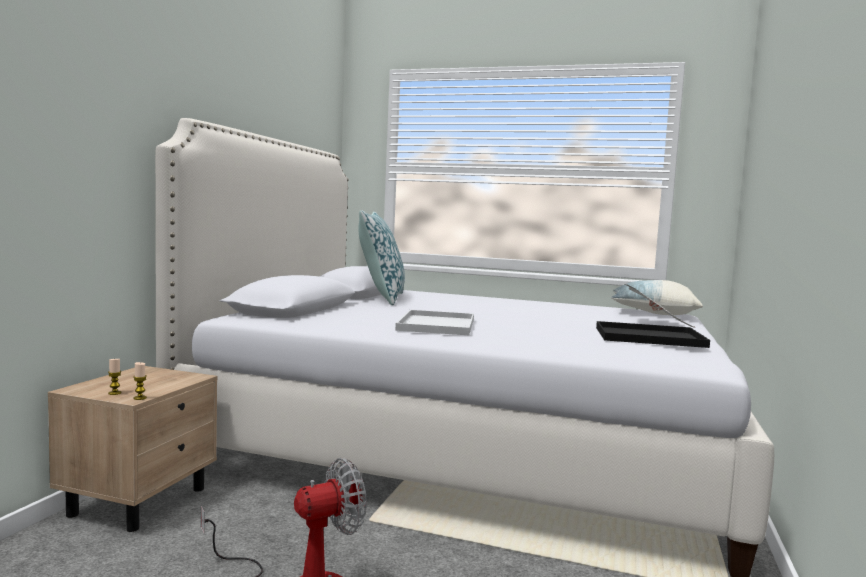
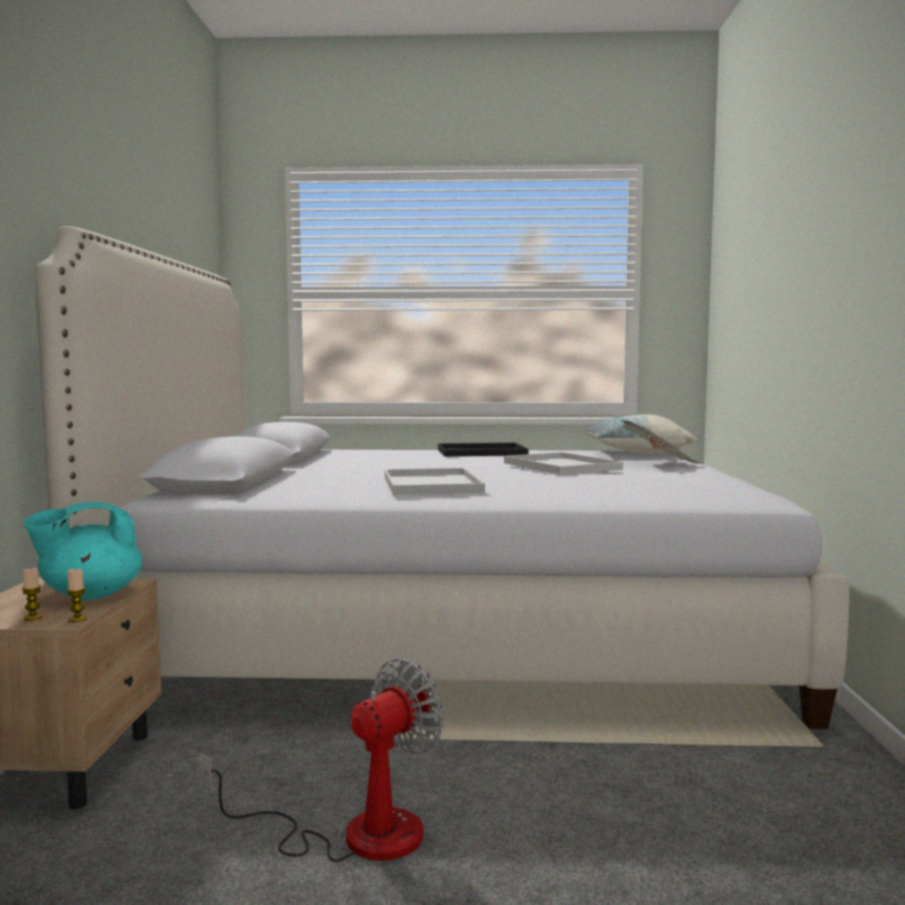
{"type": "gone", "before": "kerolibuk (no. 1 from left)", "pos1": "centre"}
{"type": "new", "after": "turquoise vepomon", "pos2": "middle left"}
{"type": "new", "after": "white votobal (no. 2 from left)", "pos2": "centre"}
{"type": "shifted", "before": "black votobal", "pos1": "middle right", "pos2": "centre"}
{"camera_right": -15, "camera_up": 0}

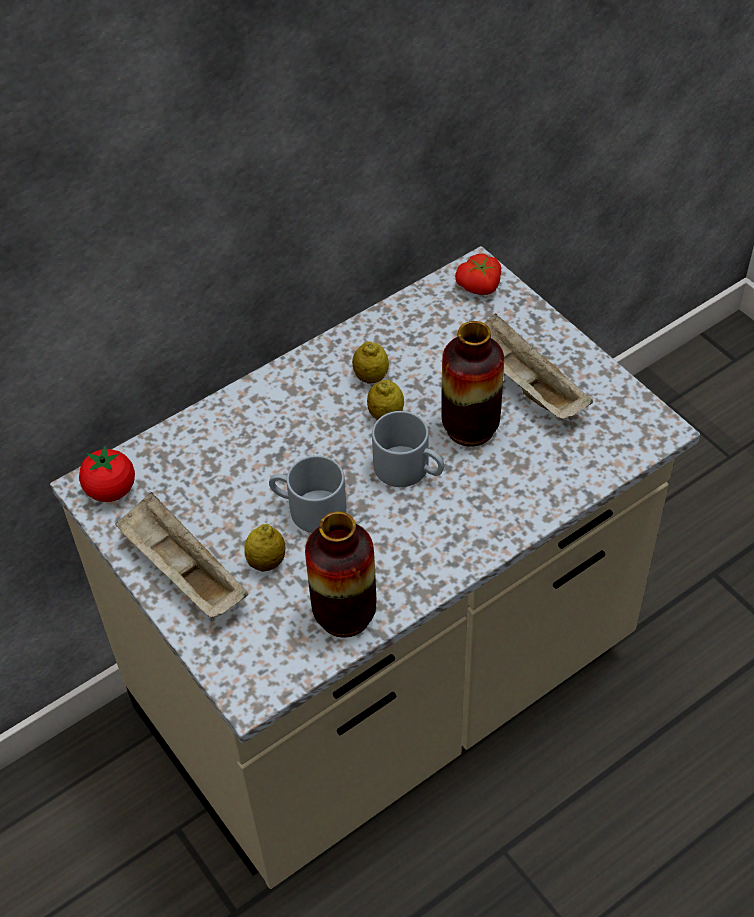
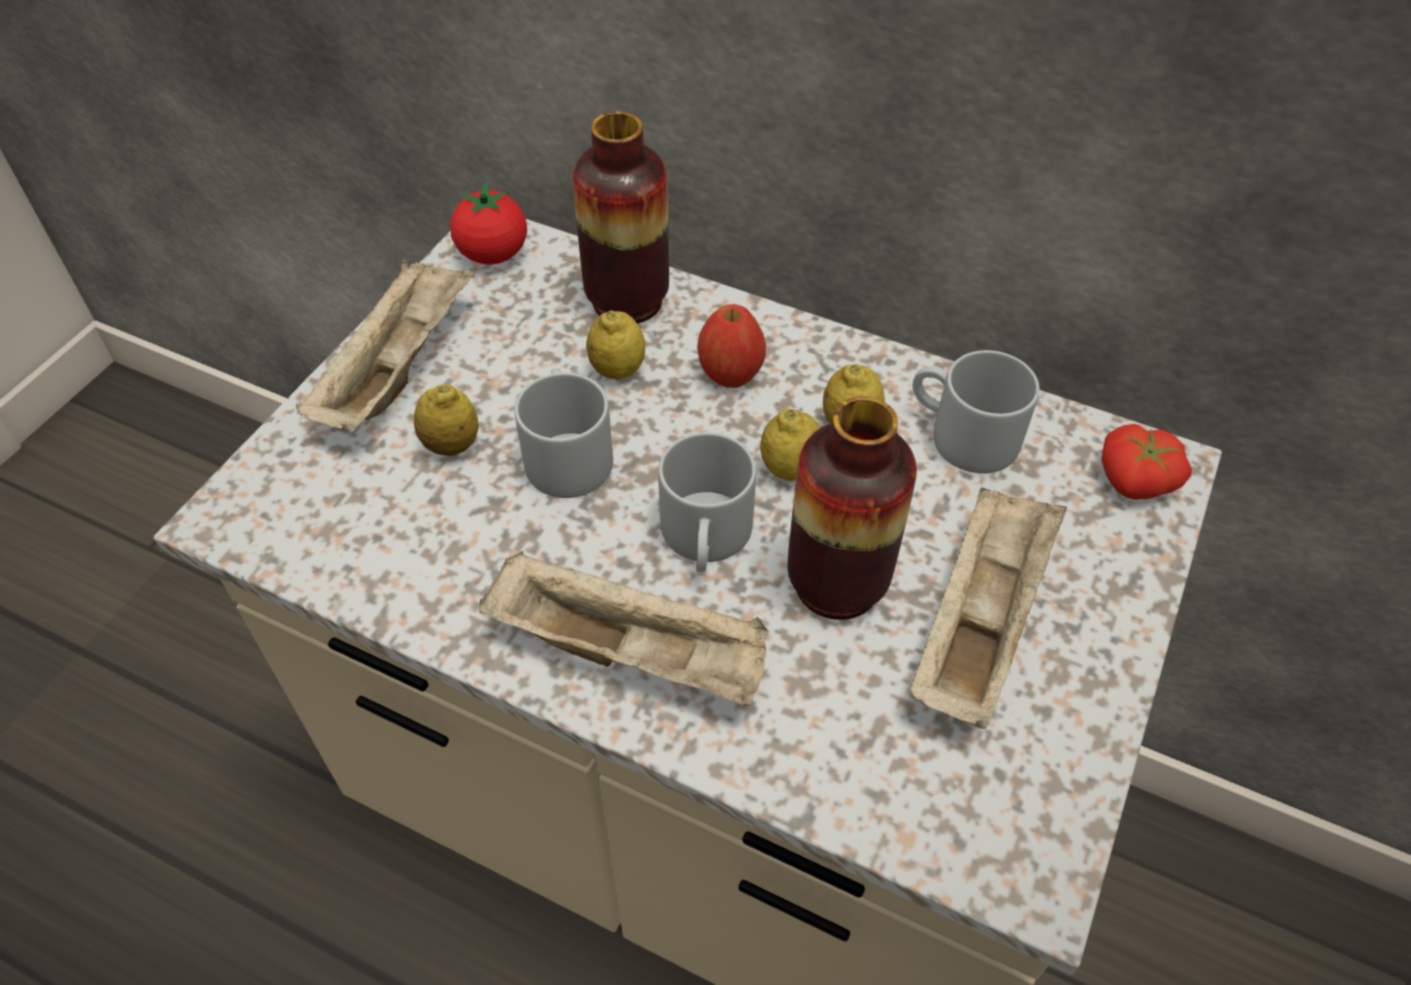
{"type": "new", "after": "beige votobal (no. 2 from left)", "pos2": "centre"}
{"type": "new", "after": "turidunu (no. 2 from left)", "pos2": "centre"}
{"type": "new", "after": "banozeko", "pos2": "centre"}
{"type": "new", "after": "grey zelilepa (no. 3 from left)", "pos2": "middle right"}
{"type": "shifted", "before": "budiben (no. 1 from left)", "pos1": "centre", "pos2": "top centre"}
{"camera_right": 60, "camera_up": 0}

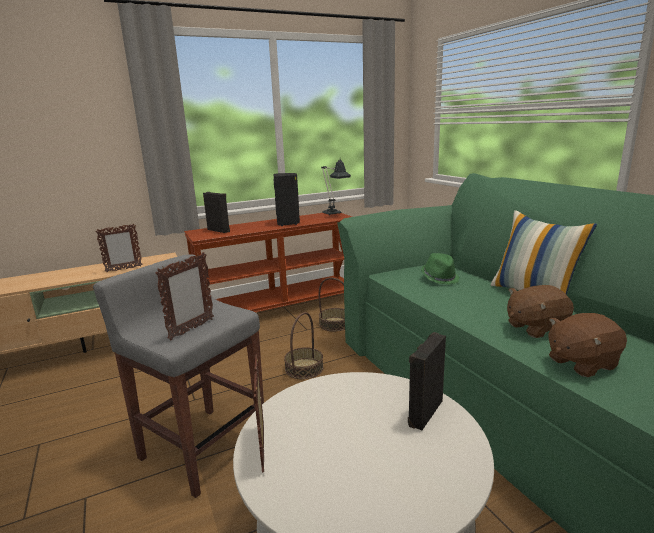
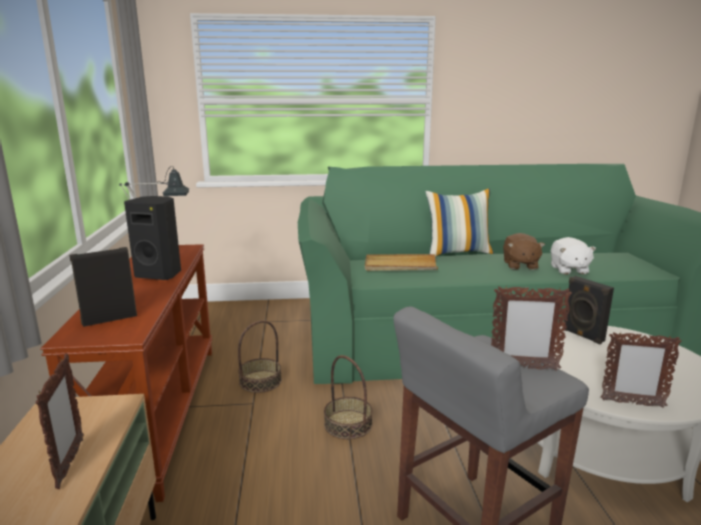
{"type": "swapped", "before": "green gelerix", "after": "beige votobal", "pos1": "middle right", "pos2": "centre"}
{"type": "repainted", "before": "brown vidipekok (no. 2 from left)", "after": "white vidipekok", "pos1": "middle right", "pos2": "middle right"}
{"type": "rotated", "before": "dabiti (no. 2 from left)", "pos1": "middle left", "pos2": "middle right", "turn": 135}
{"camera_right": -70, "camera_up": 0}

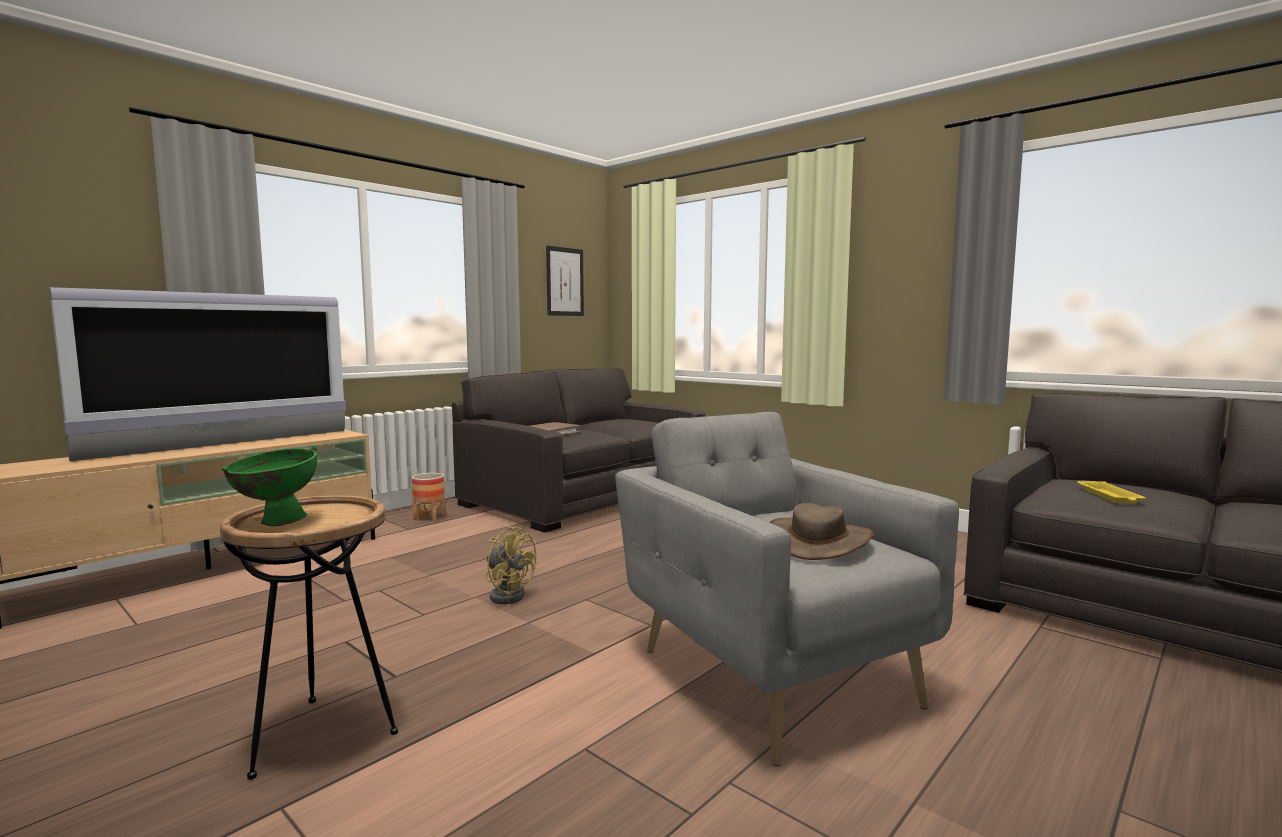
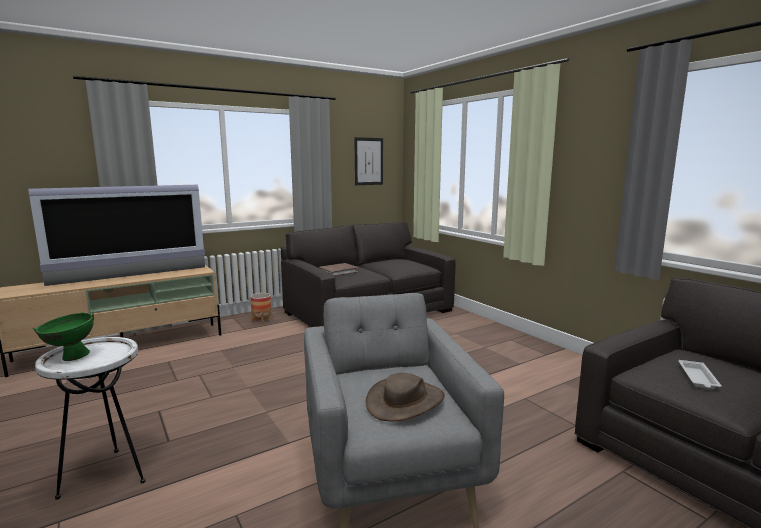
{"type": "gone", "before": "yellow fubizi", "pos1": "bottom centre"}
{"type": "repainted", "before": "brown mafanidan", "after": "white mafanidan", "pos1": "bottom left", "pos2": "bottom left"}
{"type": "repainted", "before": "yellow votobal", "after": "white votobal", "pos1": "middle right", "pos2": "bottom right"}
{"camera_right": 15, "camera_up": 5}

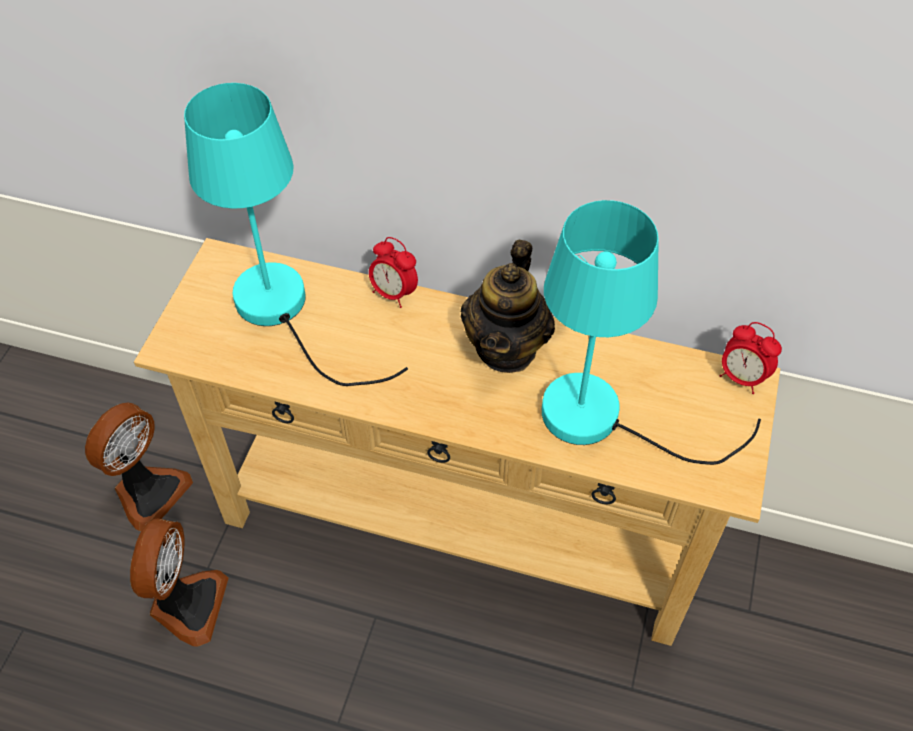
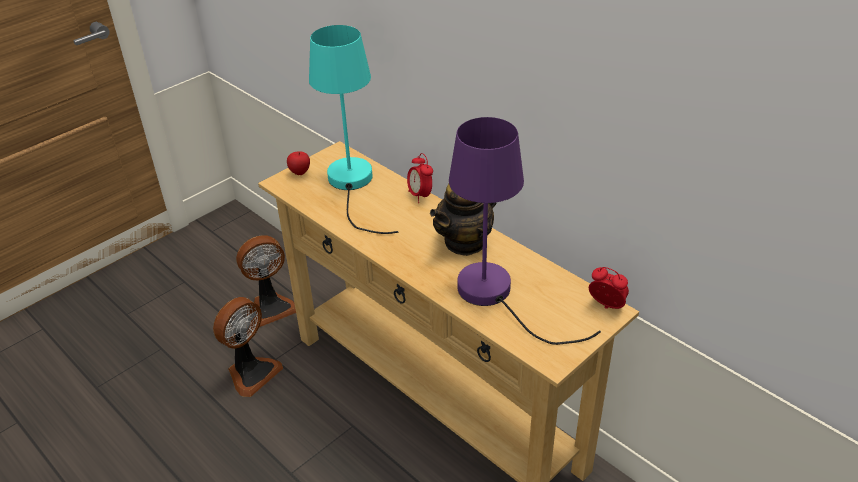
{"type": "new", "after": "banozeko", "pos2": "centre"}
{"type": "repainted", "before": "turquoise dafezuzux (no. 2 from left)", "after": "purple dafezuzux", "pos1": "middle right", "pos2": "centre"}
{"type": "rotated", "before": "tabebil (no. 2 from left)", "pos1": "middle right", "pos2": "middle right", "turn": 150}
{"camera_right": 30, "camera_up": -15}

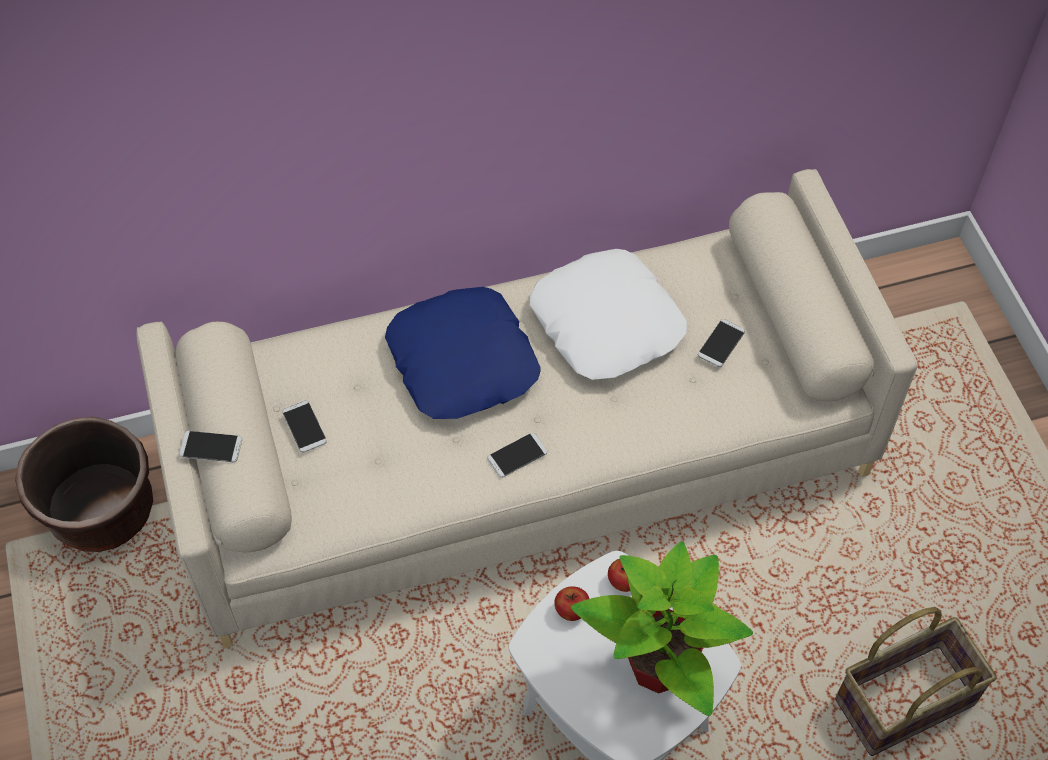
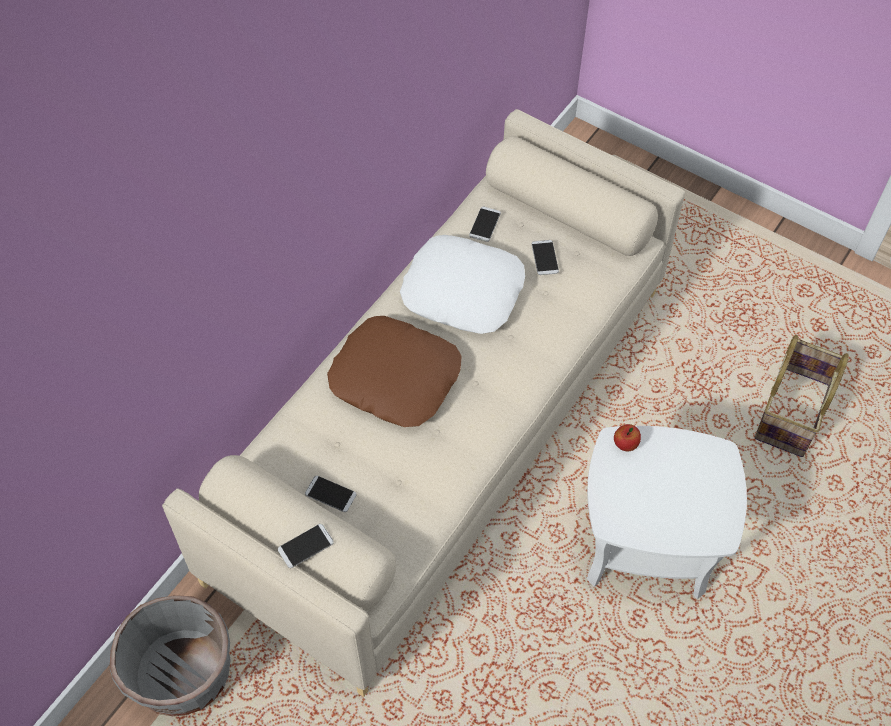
{"type": "gone", "before": "banozeko (no. 1 from left)", "pos1": "bottom centre"}
{"type": "gone", "before": "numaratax", "pos1": "bottom centre"}
{"type": "shifted", "before": "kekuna (no. 3 from left)", "pos1": "centre", "pos2": "top centre"}
{"type": "repainted", "before": "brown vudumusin", "after": "grey vudumusin", "pos1": "middle left", "pos2": "bottom left"}
{"type": "repainted", "before": "blue kerolibuk", "after": "brown kerolibuk", "pos1": "centre", "pos2": "centre"}
{"camera_right": -40, "camera_up": 0}

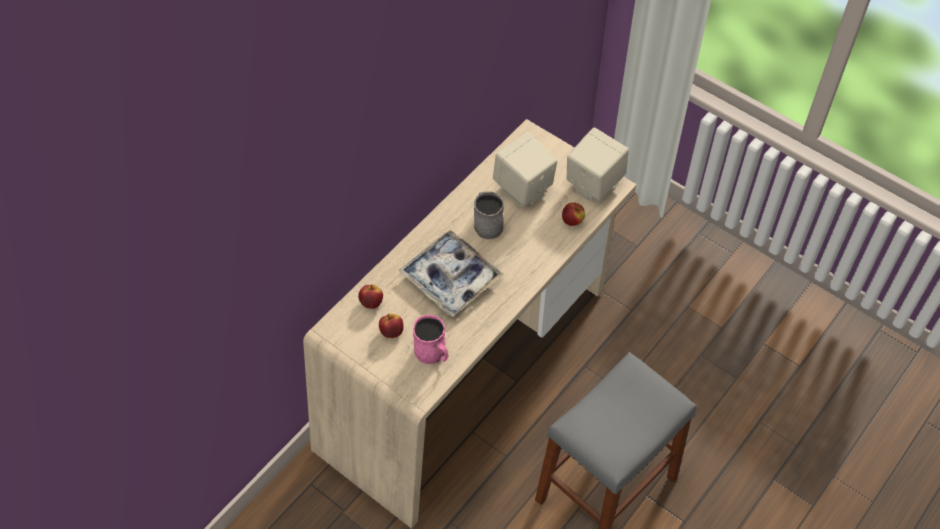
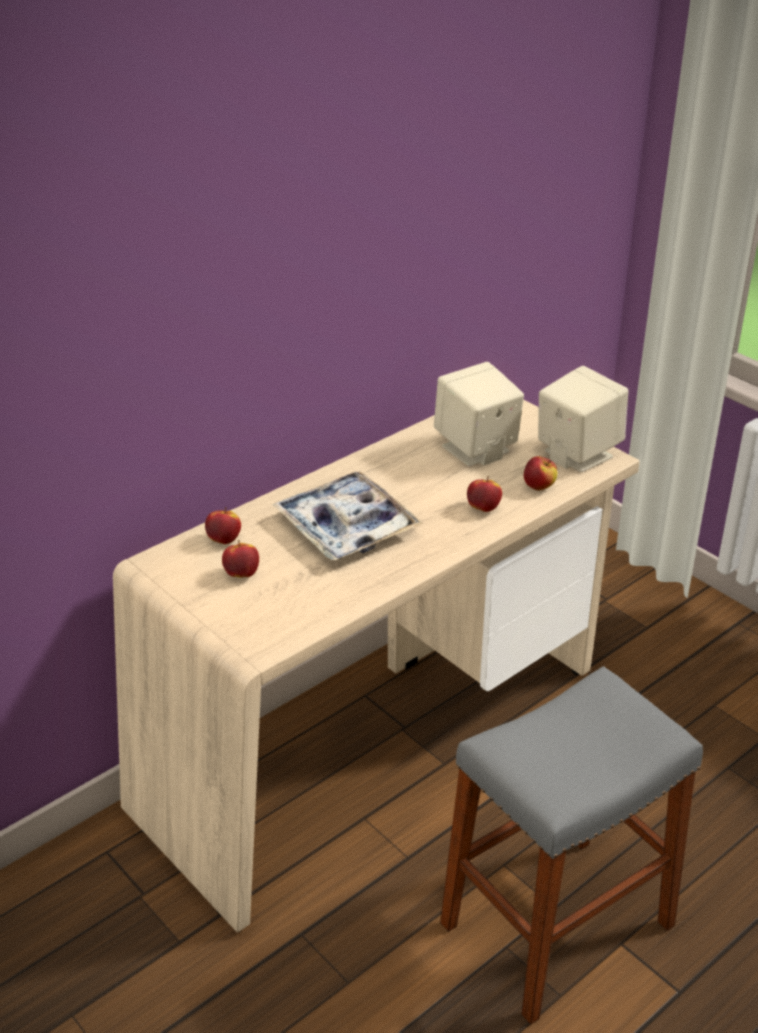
{"type": "gone", "before": "pink zelilepa", "pos1": "centre"}
{"type": "gone", "before": "grey zelilepa", "pos1": "centre"}
{"type": "new", "after": "banozeko (no. 3 from left)", "pos2": "centre"}
{"camera_right": 10, "camera_up": -20}

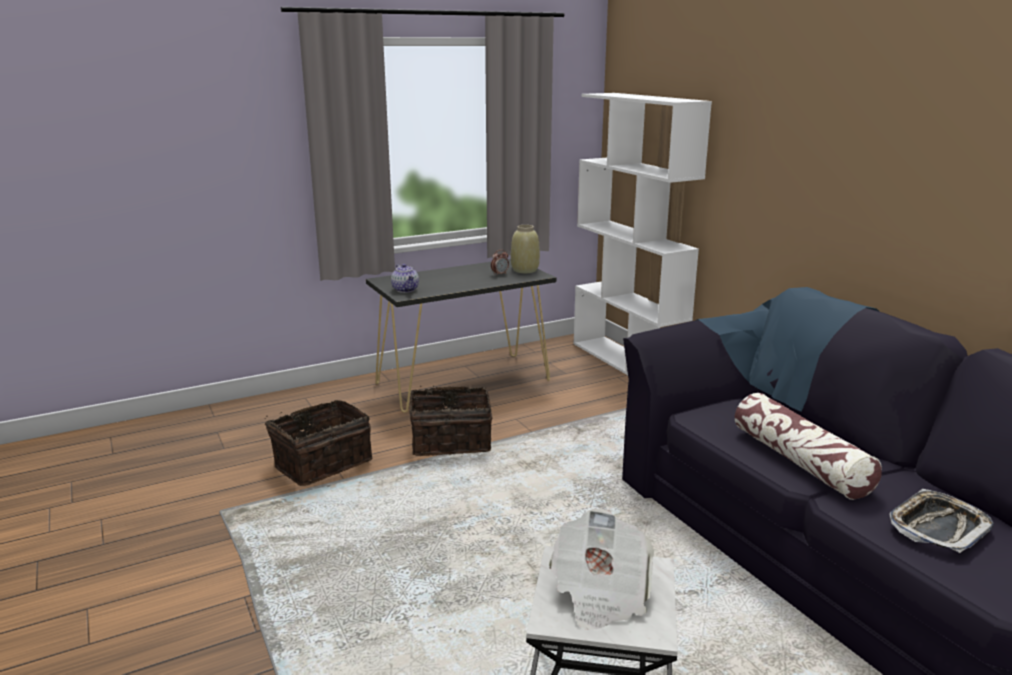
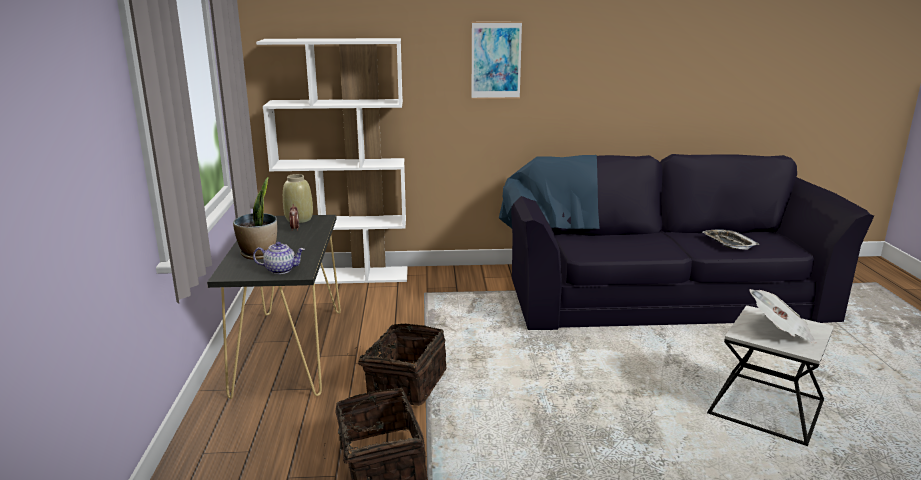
{"type": "gone", "before": "kerolibuk", "pos1": "middle right"}
{"type": "new", "after": "numaratax", "pos2": "middle left"}
{"type": "new", "after": "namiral", "pos2": "top centre"}
{"camera_right": -65, "camera_up": 0}

